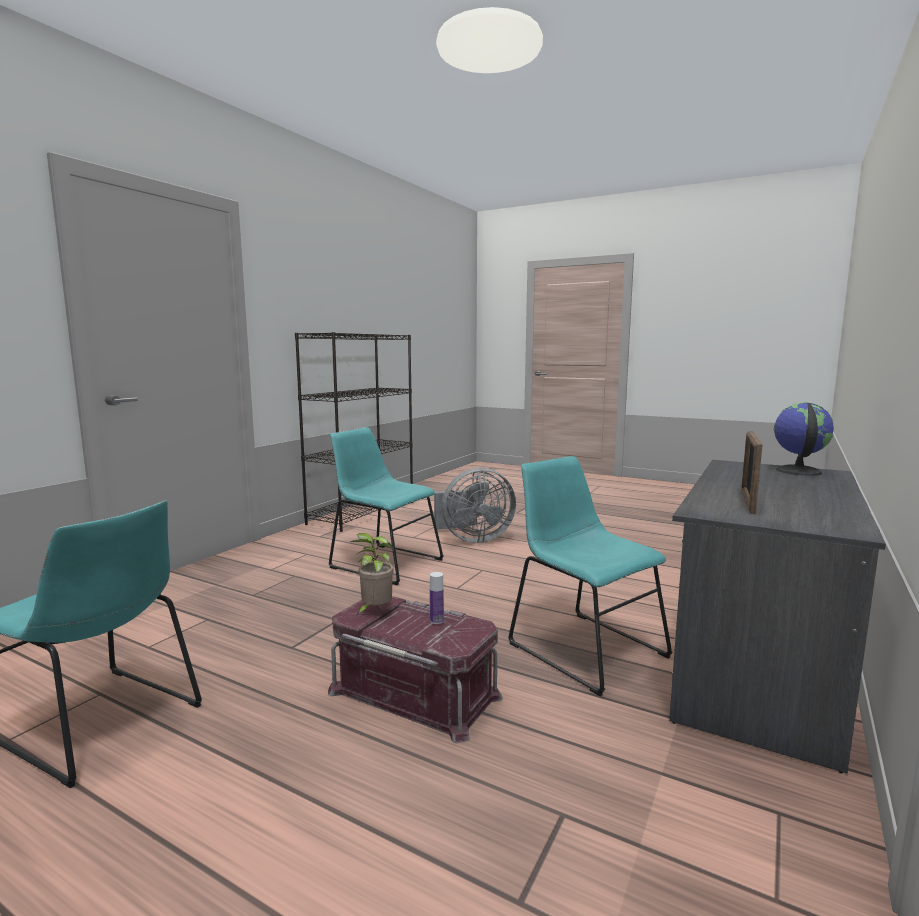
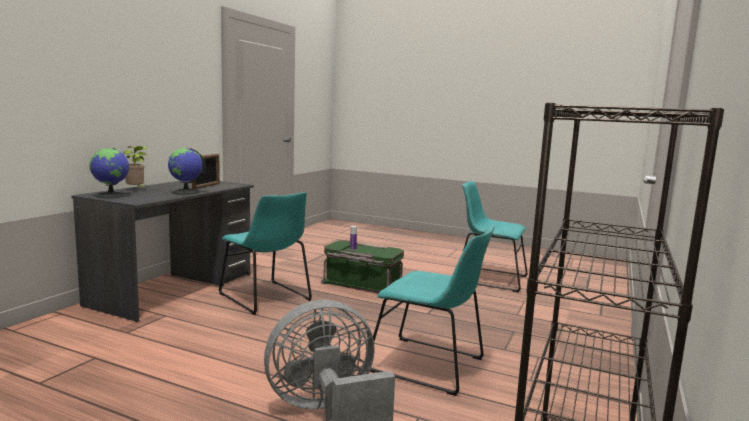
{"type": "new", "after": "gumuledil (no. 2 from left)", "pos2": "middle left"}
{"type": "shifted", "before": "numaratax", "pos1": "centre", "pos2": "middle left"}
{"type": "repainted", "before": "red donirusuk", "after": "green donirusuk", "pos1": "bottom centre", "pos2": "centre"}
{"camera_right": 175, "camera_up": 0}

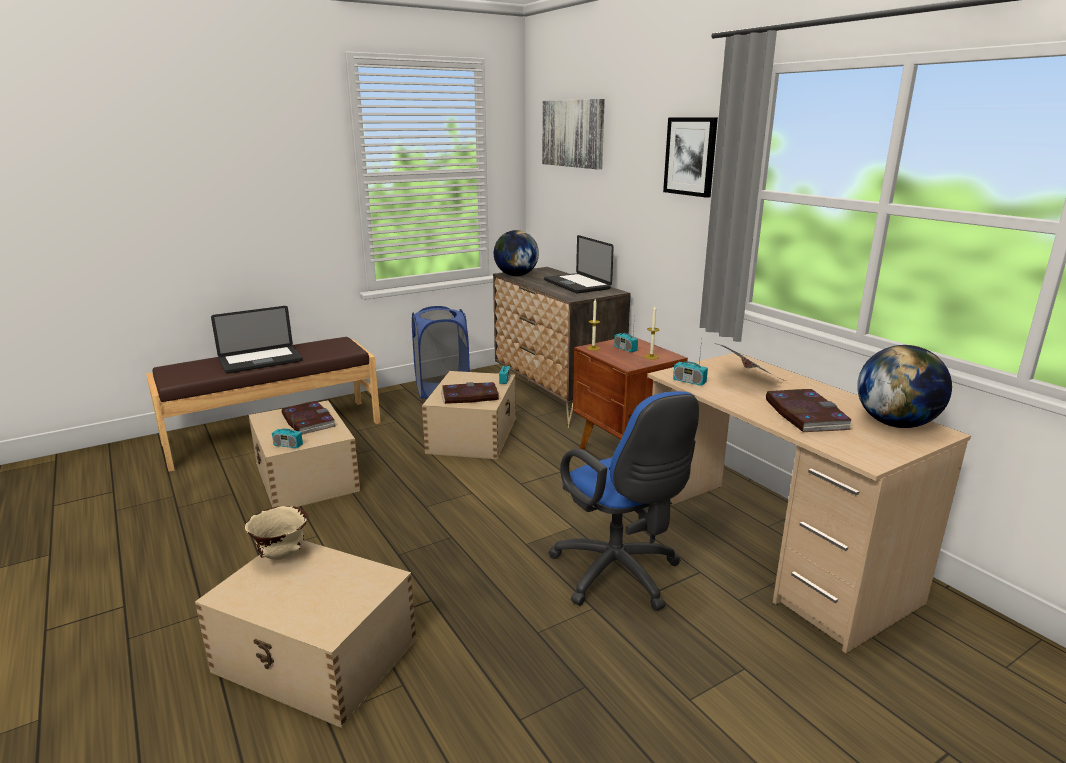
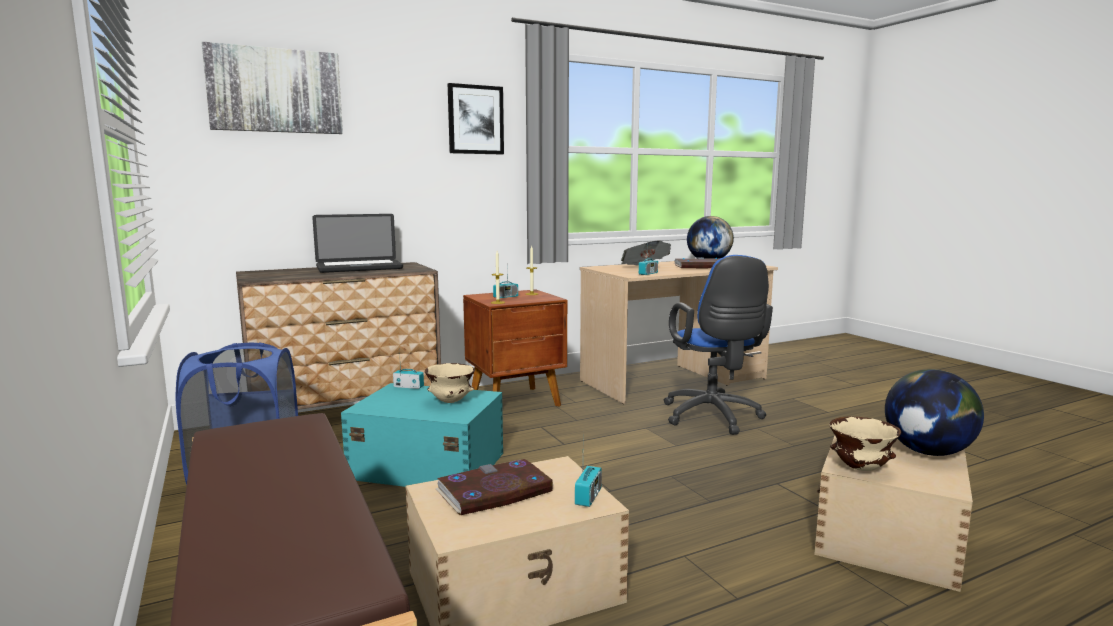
{"type": "gone", "before": "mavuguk (no. 1 from left)", "pos1": "middle left"}
{"type": "shifted", "before": "gumuledil (no. 1 from left in the first image)", "after": "gumuledil (no. 2 from left)", "pos1": "top centre", "pos2": "middle right"}
{"type": "swapped", "before": "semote (no. 2 from left)", "after": "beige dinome (no. 1 from left)", "pos1": "centre", "pos2": "centre"}
{"type": "repainted", "before": "beige donirusuk (no. 3 from left)", "after": "turquoise donirusuk", "pos1": "centre", "pos2": "bottom centre"}
{"type": "rotated", "before": "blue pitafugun", "pos1": "centre", "pos2": "centre", "turn": 105}
{"camera_right": -85, "camera_up": -10}

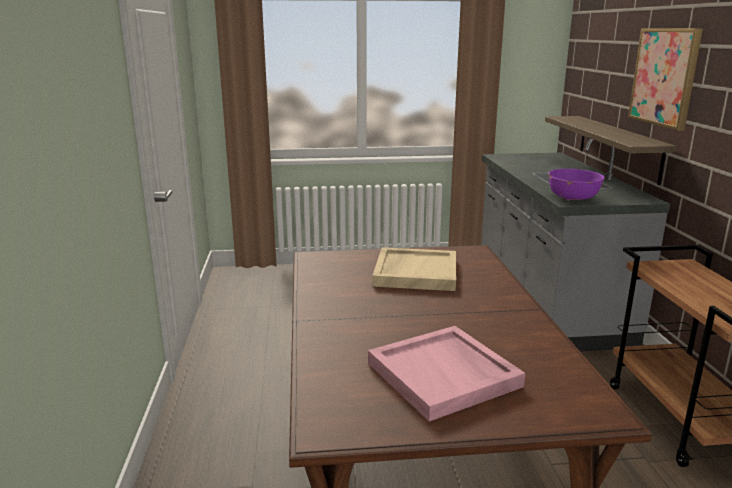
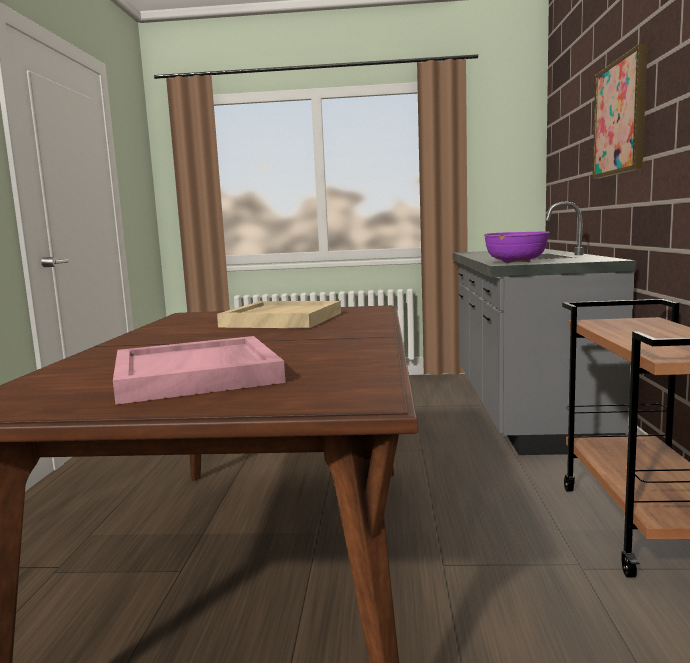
{"type": "gone", "before": "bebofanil", "pos1": "top right"}
{"camera_right": 10, "camera_up": -10}

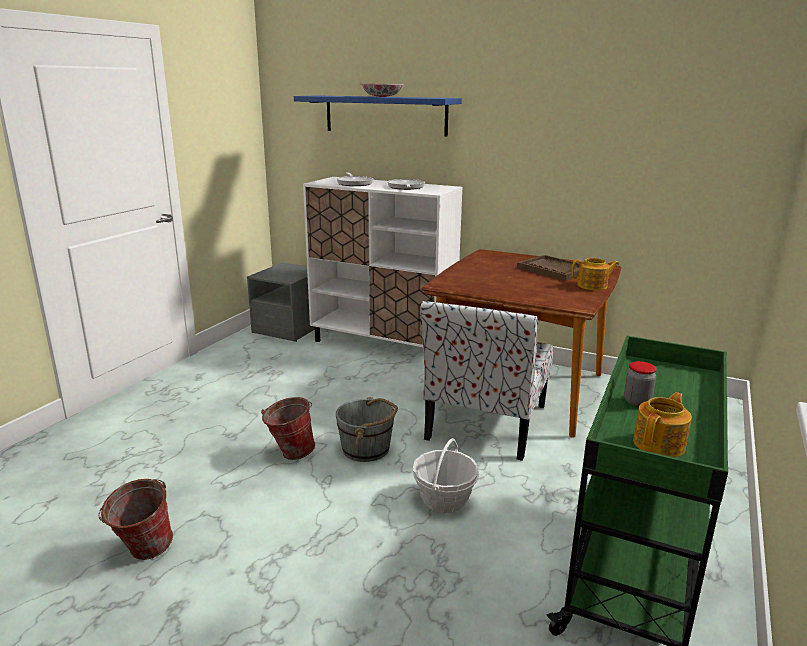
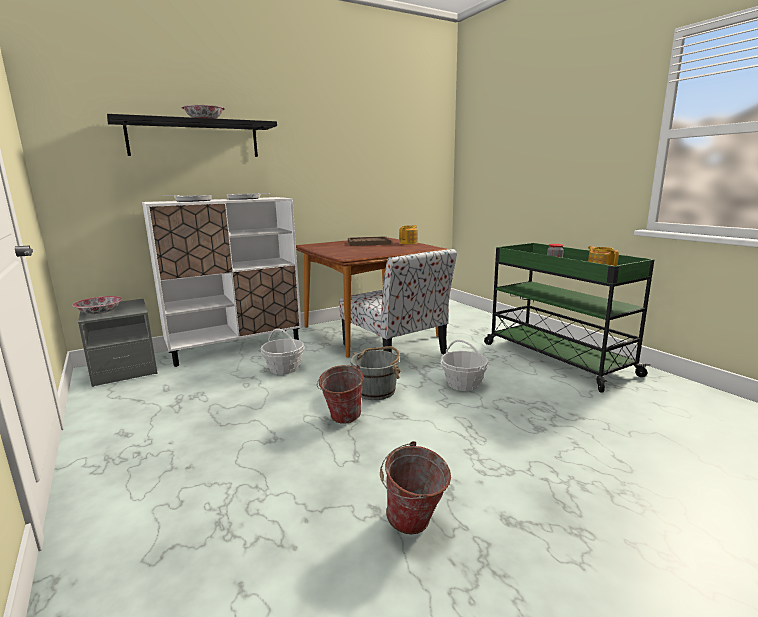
{"type": "new", "after": "dinome (no. 1 from left)", "pos2": "middle left"}
{"type": "new", "after": "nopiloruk (no. 1 from left)", "pos2": "centre"}
{"type": "repainted", "before": "blue bebofanil", "after": "black bebofanil", "pos1": "top centre", "pos2": "top left"}
{"camera_right": -55, "camera_up": -5}

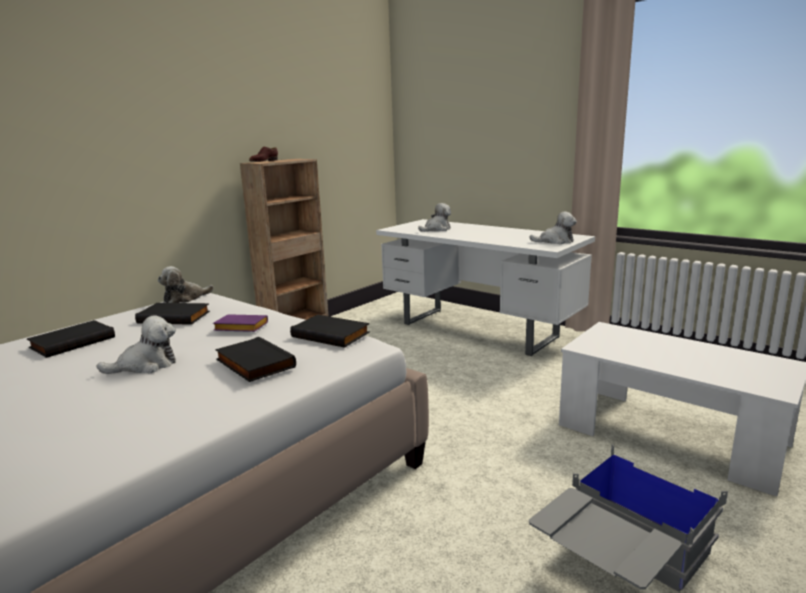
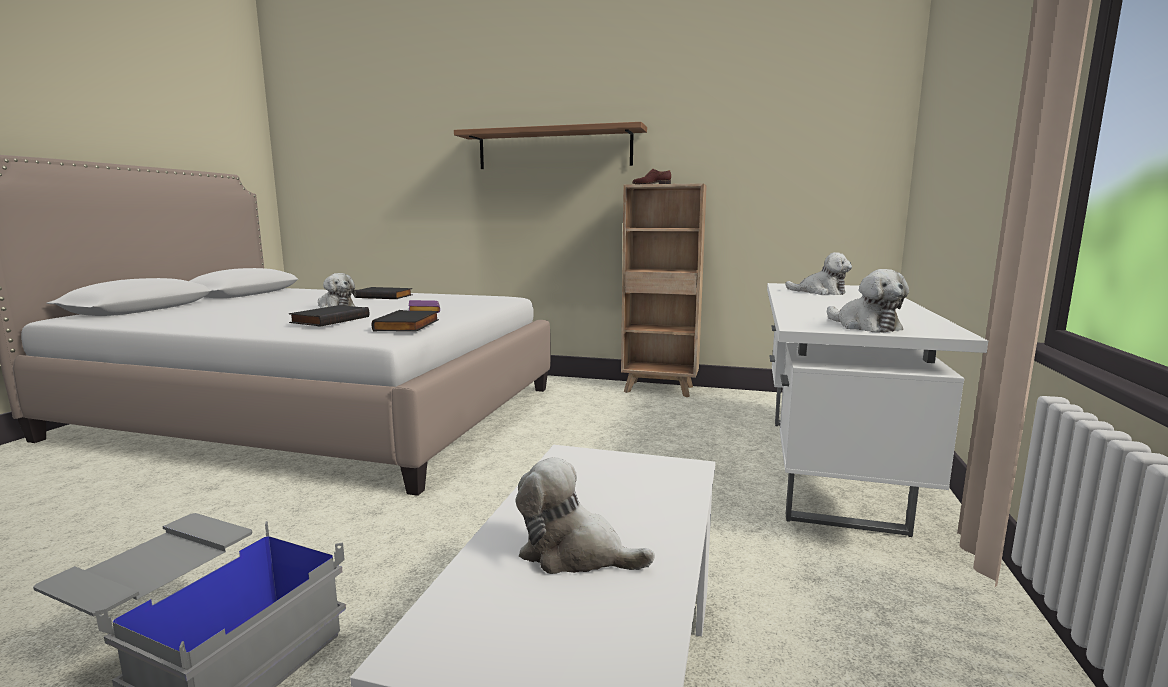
{"type": "gone", "before": "black semote (no. 2 from left)", "pos1": "middle left"}
{"type": "new", "after": "bebofanil", "pos2": "top centre"}
{"type": "shifted", "before": "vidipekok (no. 2 from left)", "pos1": "middle left", "pos2": "bottom centre"}
{"camera_right": 65, "camera_up": -5}

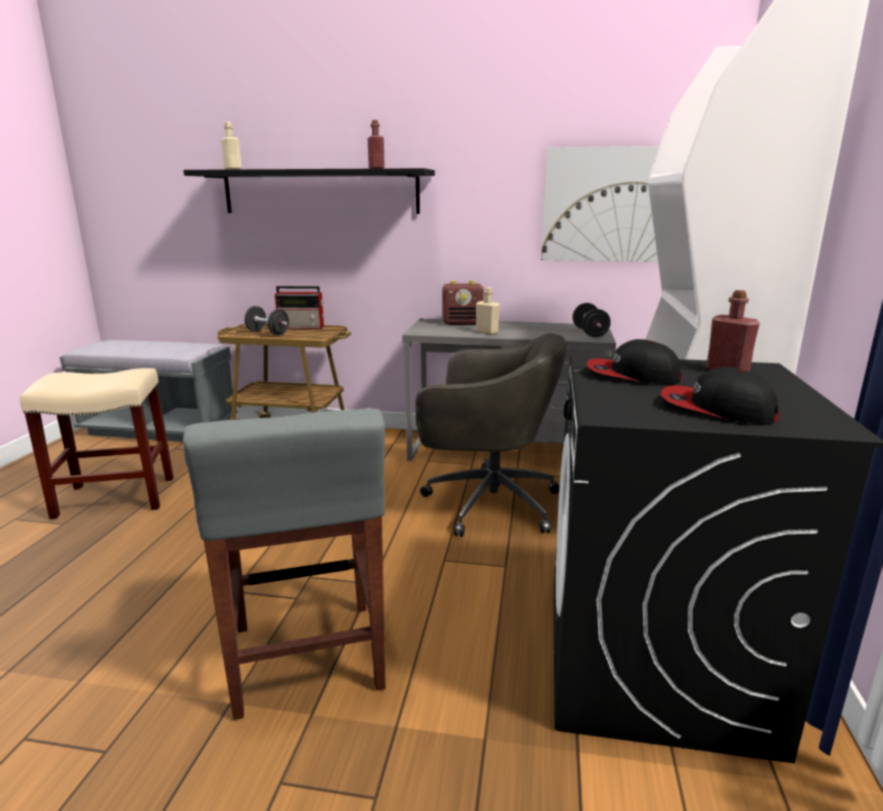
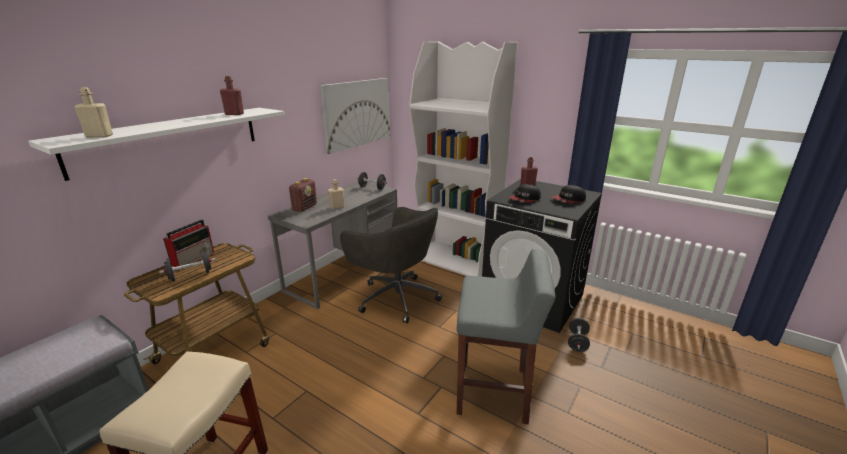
{"type": "new", "after": "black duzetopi (no. 3 from left)", "pos2": "bottom right"}
{"type": "repainted", "before": "black bebofanil", "after": "white bebofanil", "pos1": "top centre", "pos2": "top left"}
{"type": "rotated", "before": "grey pitafugun", "pos1": "centre", "pos2": "centre", "turn": 90}
{"camera_right": -65, "camera_up": 5}

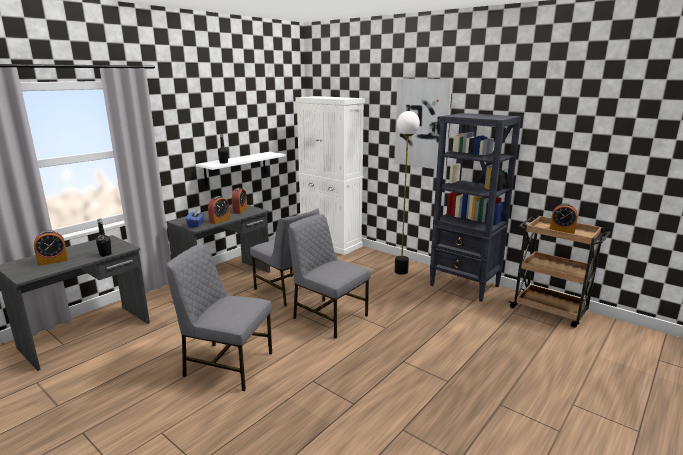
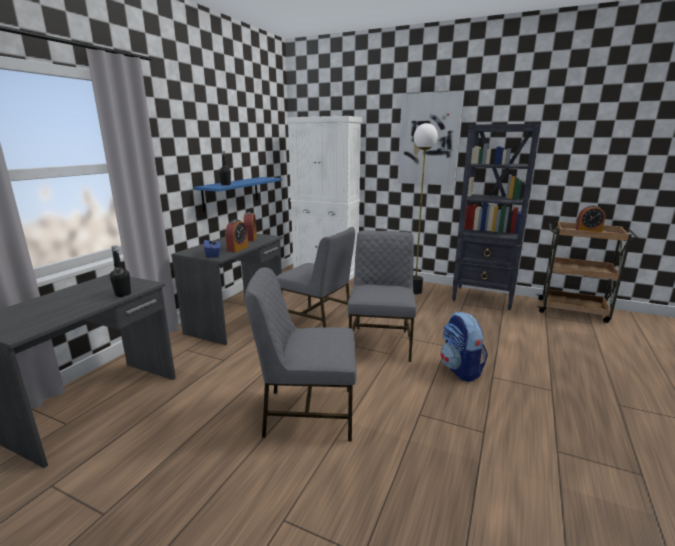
{"type": "gone", "before": "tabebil (no. 1 from left)", "pos1": "middle left"}
{"type": "new", "after": "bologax", "pos2": "middle right"}
{"type": "repainted", "before": "white bebofanil", "after": "blue bebofanil", "pos1": "centre", "pos2": "centre"}
{"type": "rotated", "before": "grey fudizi (no. 3 from left)", "pos1": "centre", "pos2": "centre", "turn": 75}
{"camera_right": -15, "camera_up": 0}

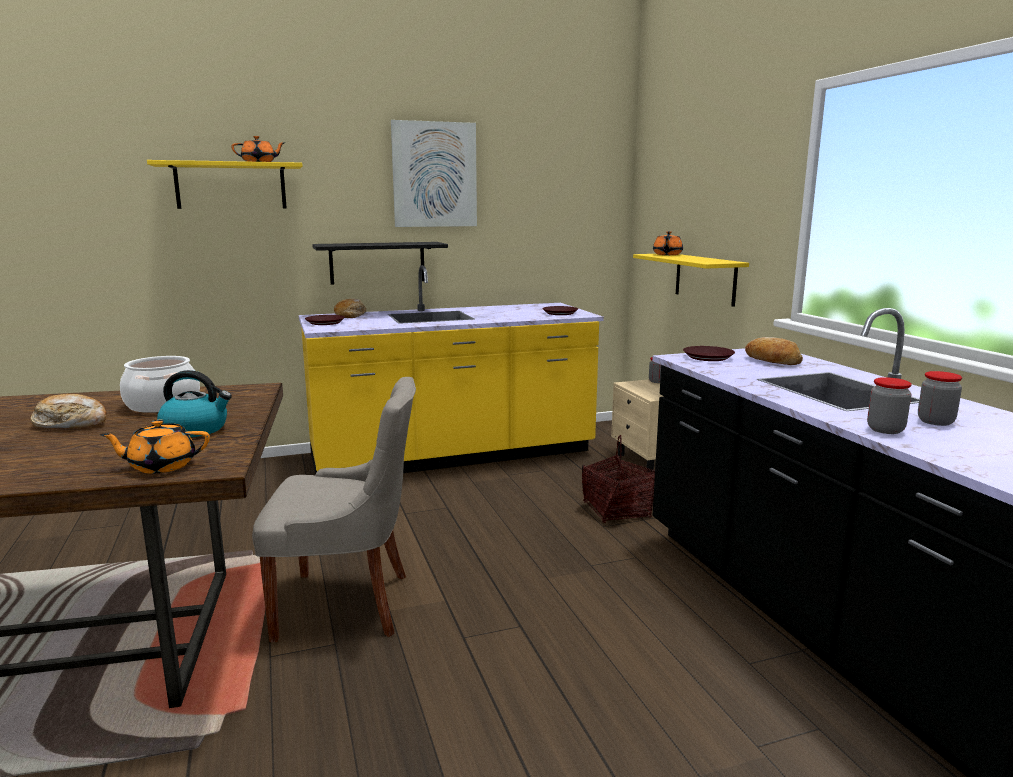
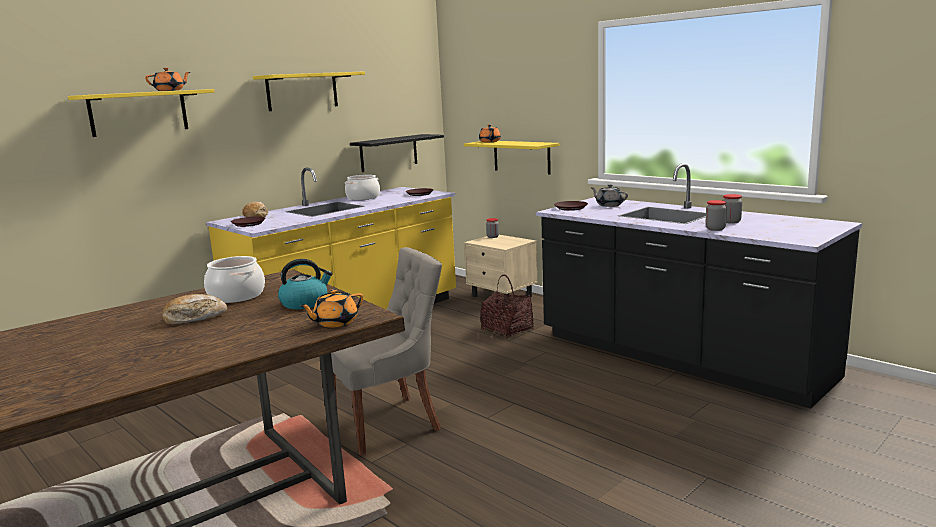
{"type": "new", "after": "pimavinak (no. 2 from left)", "pos2": "centre"}
{"type": "shifted", "before": "black bebofanil", "pos1": "centre", "pos2": "top centre"}
{"type": "swapped", "before": "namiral", "after": "yellow bebofanil (no. 2 from left)", "pos1": "top centre", "pos2": "top left"}
{"type": "swapped", "before": "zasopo (no. 3 from left)", "after": "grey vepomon", "pos1": "middle right", "pos2": "centre"}
{"camera_right": -25, "camera_up": 0}

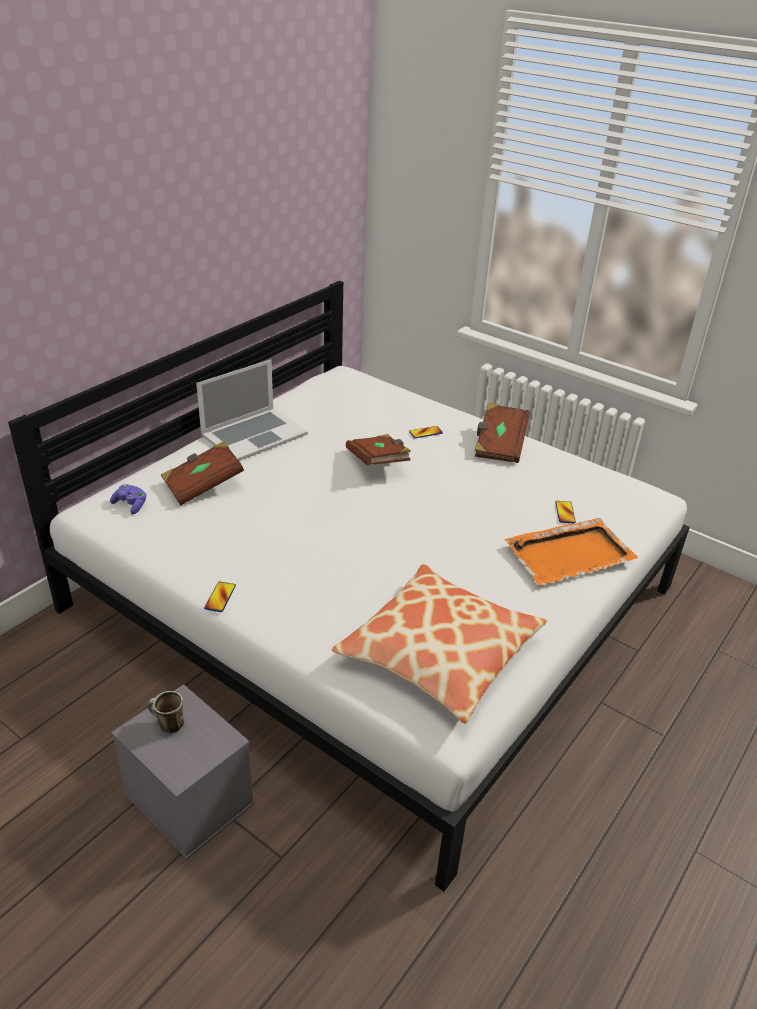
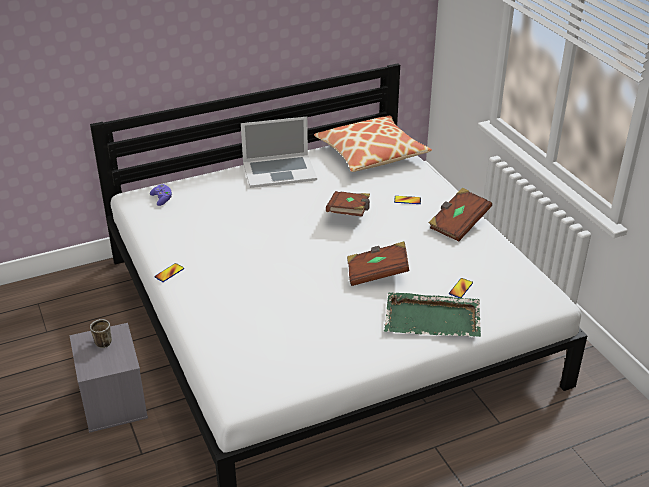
{"type": "shifted", "before": "brown semote (no. 1 from left in the first image)", "after": "brown semote (no. 2 from left)", "pos1": "middle left", "pos2": "centre"}
{"type": "shifted", "before": "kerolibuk", "pos1": "centre", "pos2": "top centre"}
{"type": "repainted", "before": "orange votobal", "after": "green votobal", "pos1": "middle right", "pos2": "centre"}
{"camera_right": 30, "camera_up": 0}

